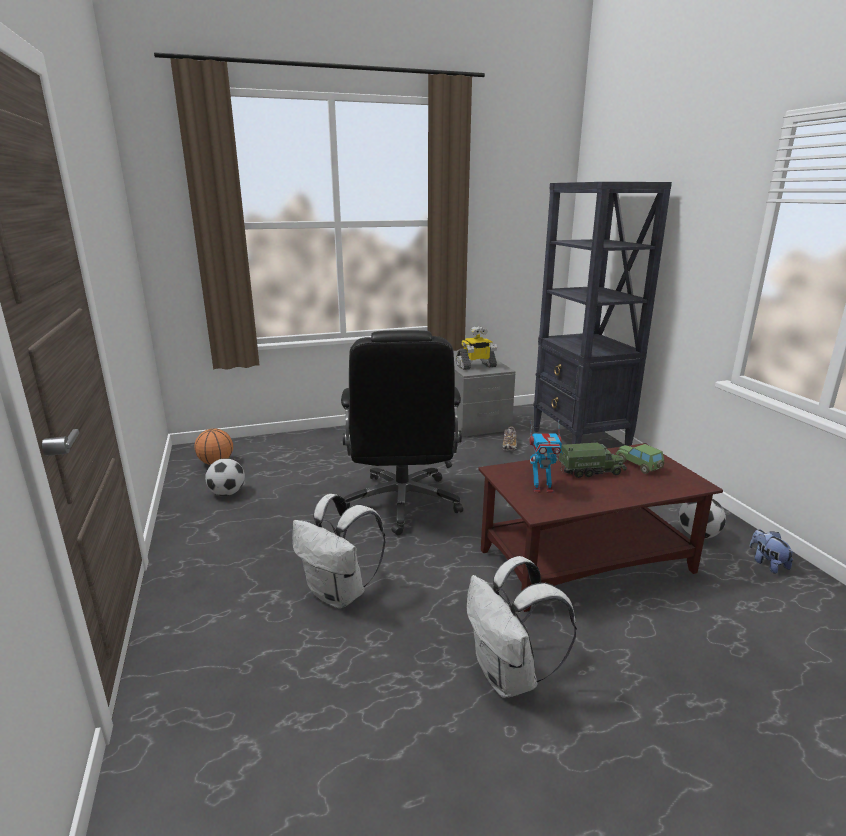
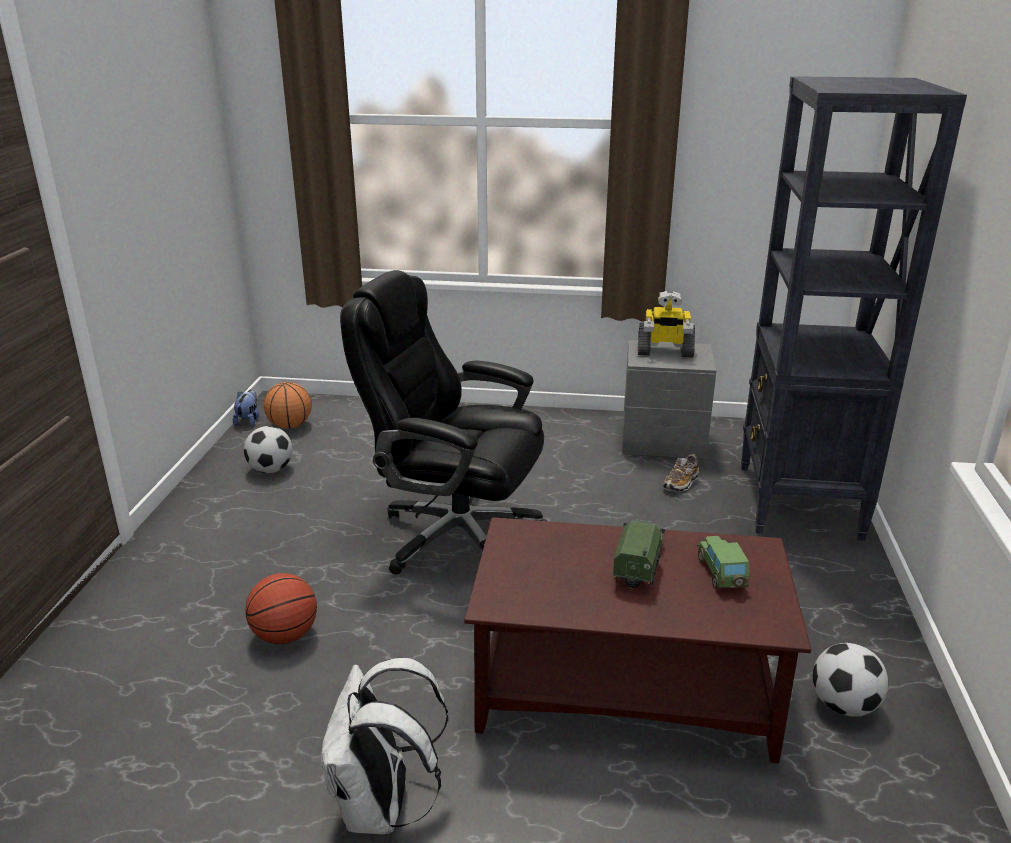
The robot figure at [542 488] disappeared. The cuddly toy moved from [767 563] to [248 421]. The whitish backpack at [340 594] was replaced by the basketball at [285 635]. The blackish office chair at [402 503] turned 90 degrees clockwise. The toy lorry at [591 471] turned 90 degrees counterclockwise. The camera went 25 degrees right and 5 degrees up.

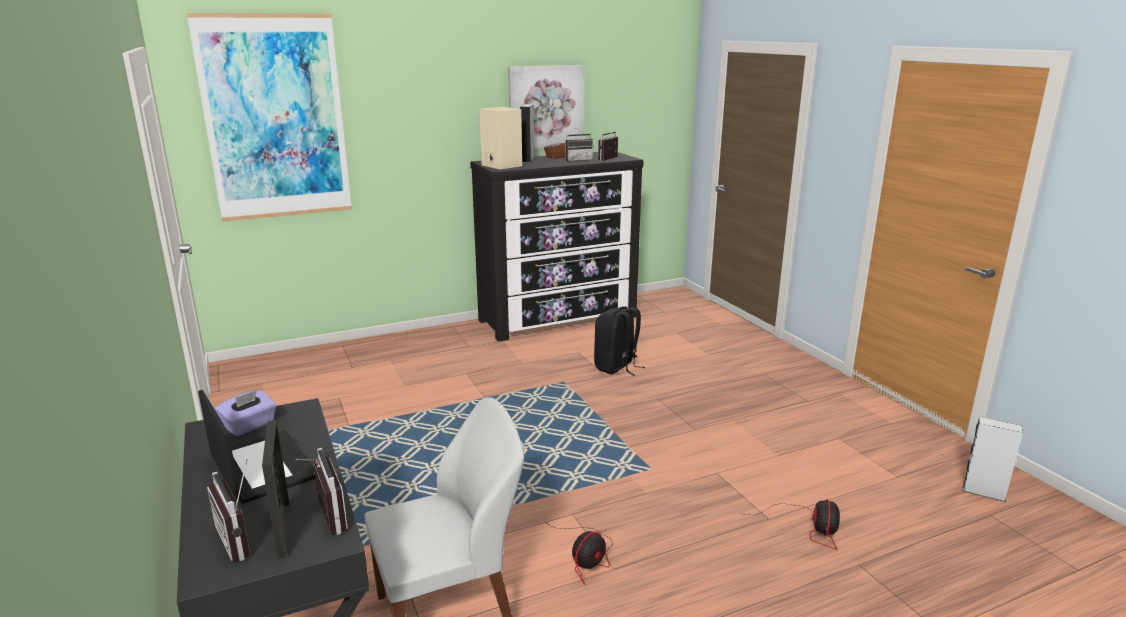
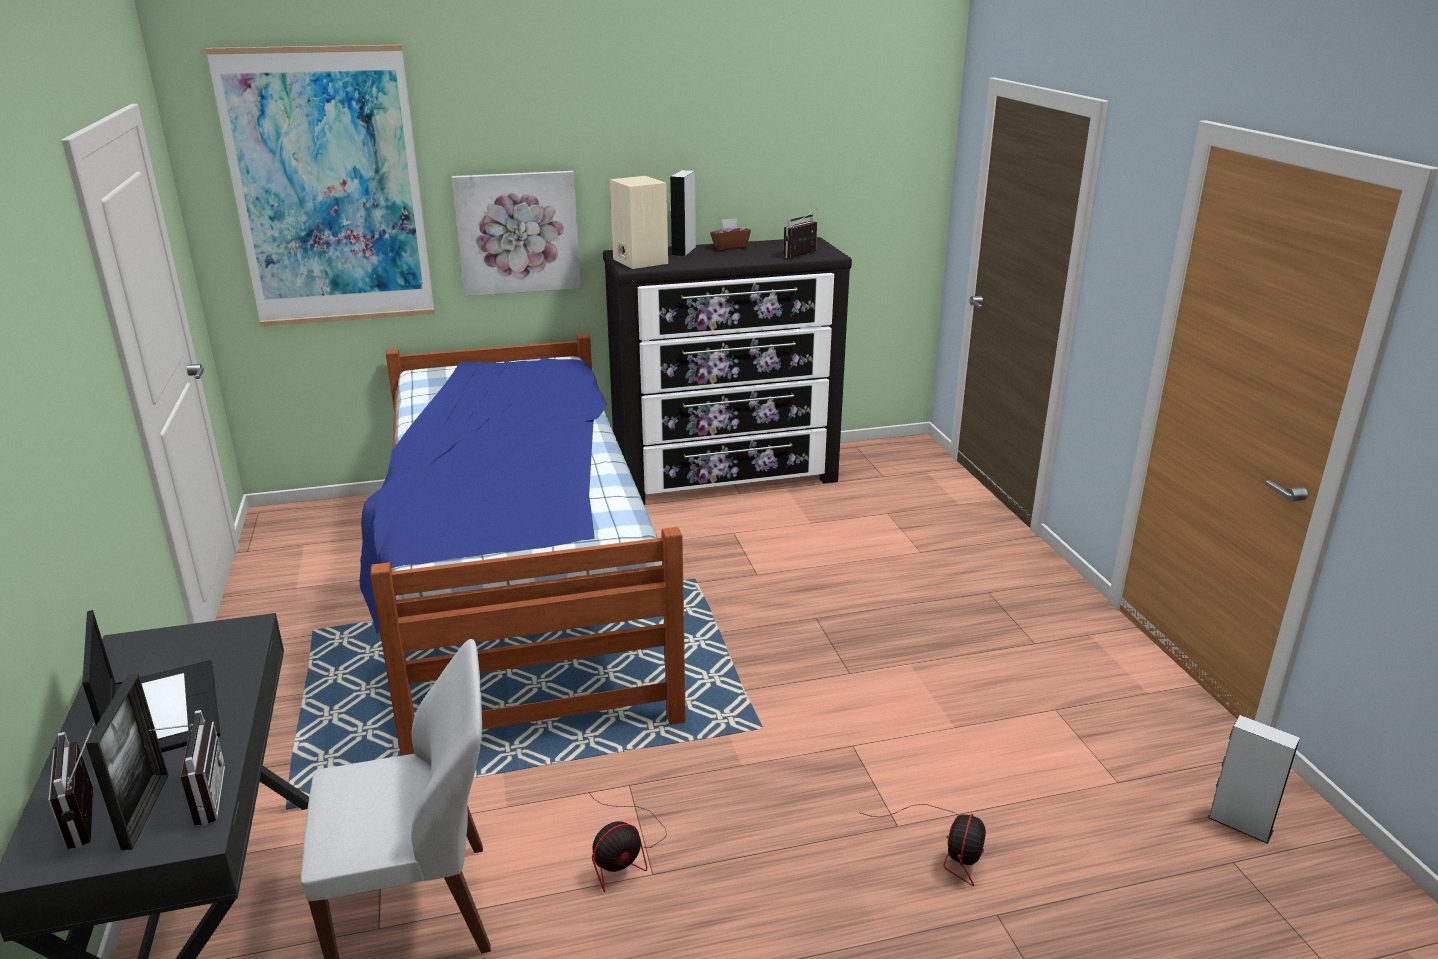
The purplish tissue box at [249 426] disappeared. The radio set at [578 160] disappeared. The blackish backpack at [617 367] disappeared. The sleeping bed at [518 588] appeared. The wall art moved from [545 107] to [517 232]. The camera went 10 degrees right and 5 degrees up.

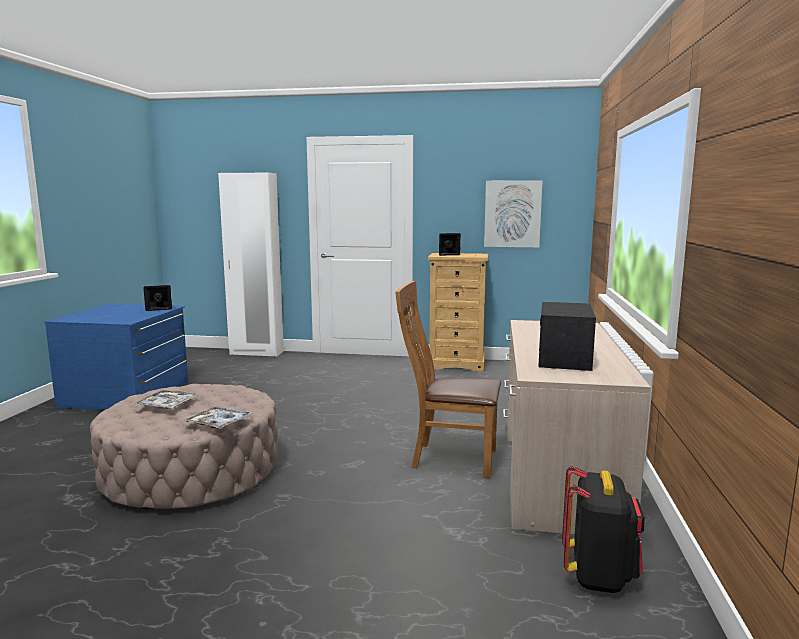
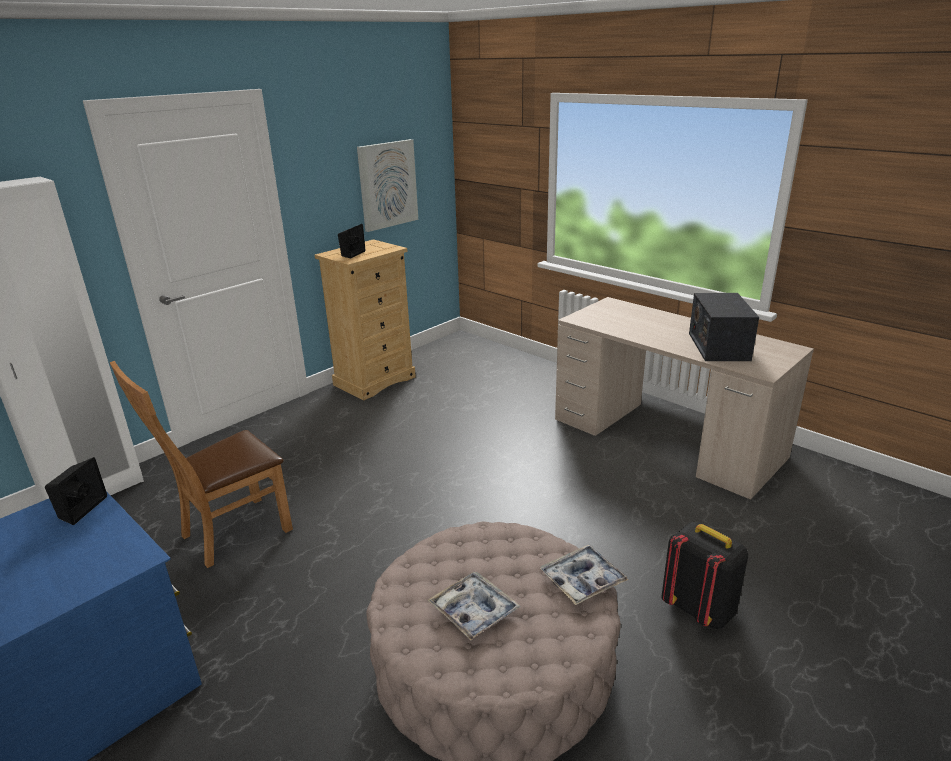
The brown upright chair moved from [448 458] to [229 534]. The blackish backpack moved from [598 576] to [699 609]. The radio set at [564 358] turned 45 degrees clockwise. The camera went 55 degrees left and 15 degrees up.

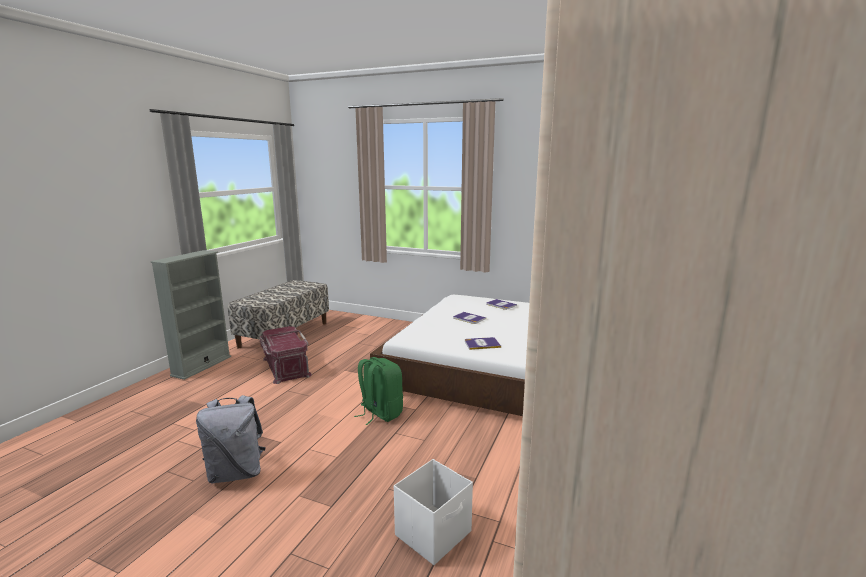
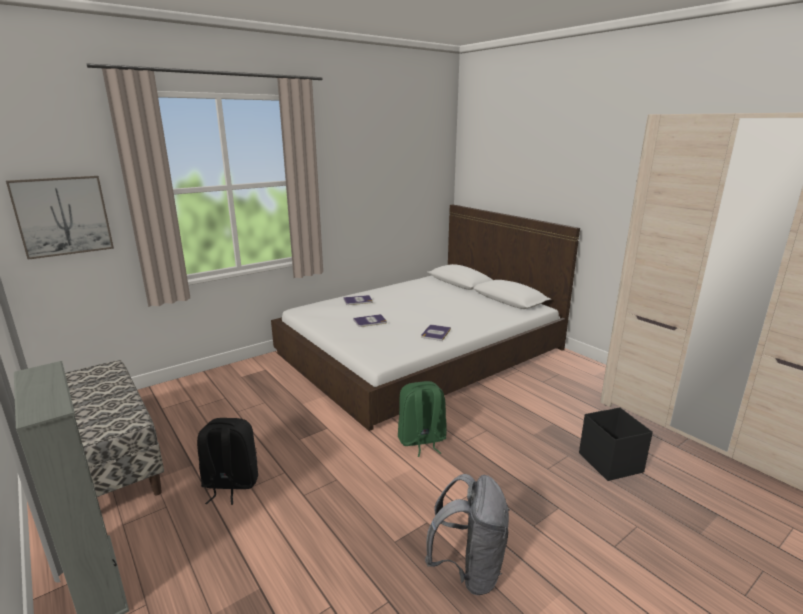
The wall art at [63 216] appeared. The red storage bin at [285 367] was replaced by the blackish backpack at [230 484]. The whitish storage bin at [434 533] became the blackish storage bin at [610 462]. The camera went 60 degrees left and 5 degrees up.

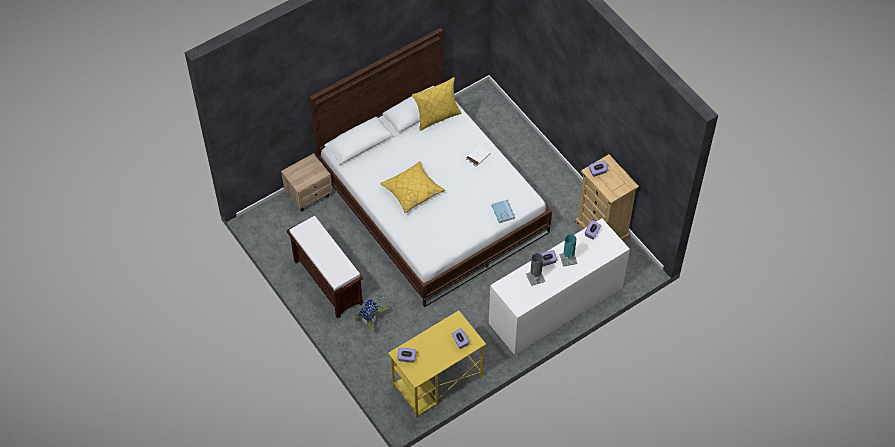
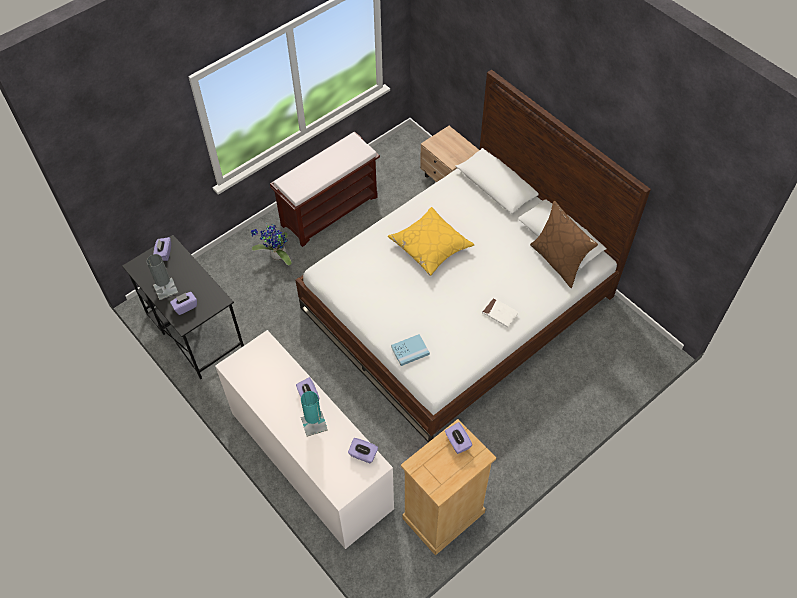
The grey table lamp moved from [535 277] to [166 289]. The yellow desk table at [437 382] became the blackish desk table at [194 331]. The yellow throw pillow at [437 116] became the brown throw pillow at [558 261]. The camera went 85 degrees right and 0 degrees up.

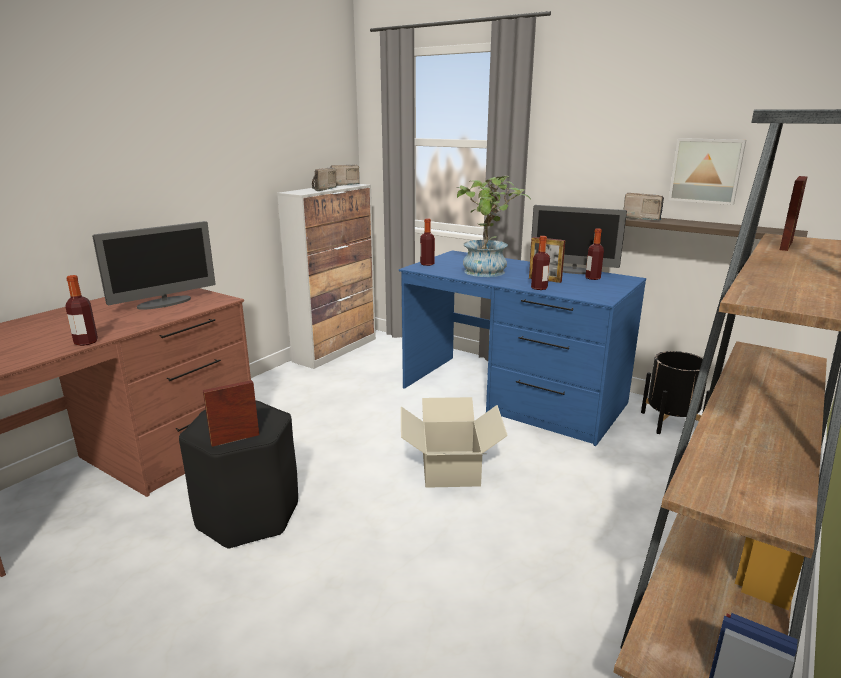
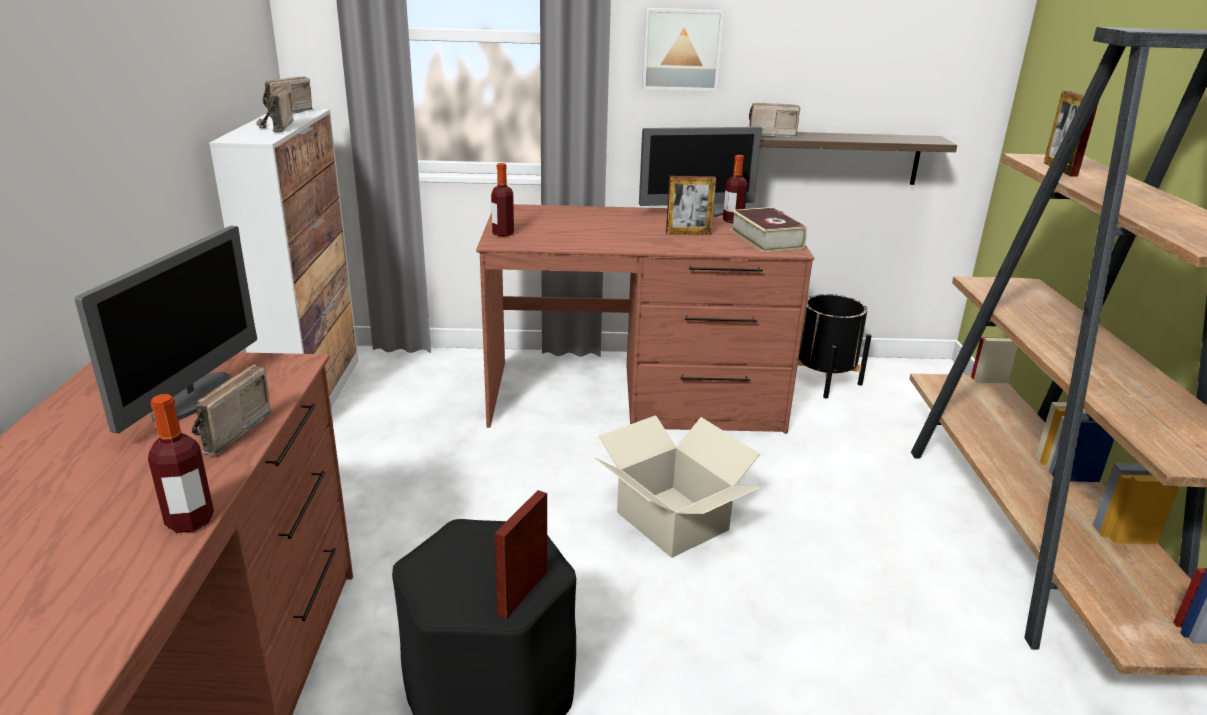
The houseplant at [487 273] disappeared. The drink bottle at [539 288] disappeared. The radio set at [226 433] appeared. The book at [766 239] appeared. The wall art moved from [706 170] to [681 49]. The blue-coloured desk table at [512 396] became the brown desk table at [635 397]. The camera went 35 degrees left and 5 degrees up.

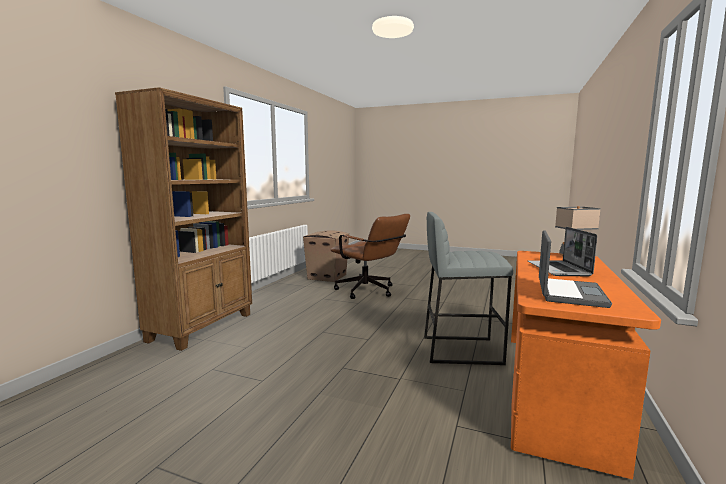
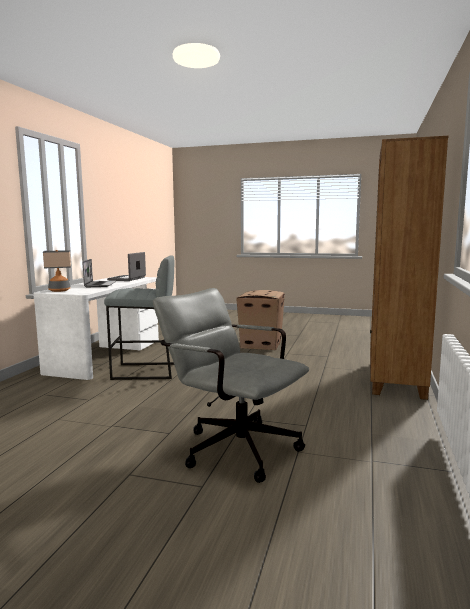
The cardboard box moved from [326 277] to [261 344]. The brown office chair at [369 292] became the grey office chair at [232 446]. The orange desk table at [556 390] became the whitish desk table at [106 355]. The camera went 175 degrees right and 0 degrees up.

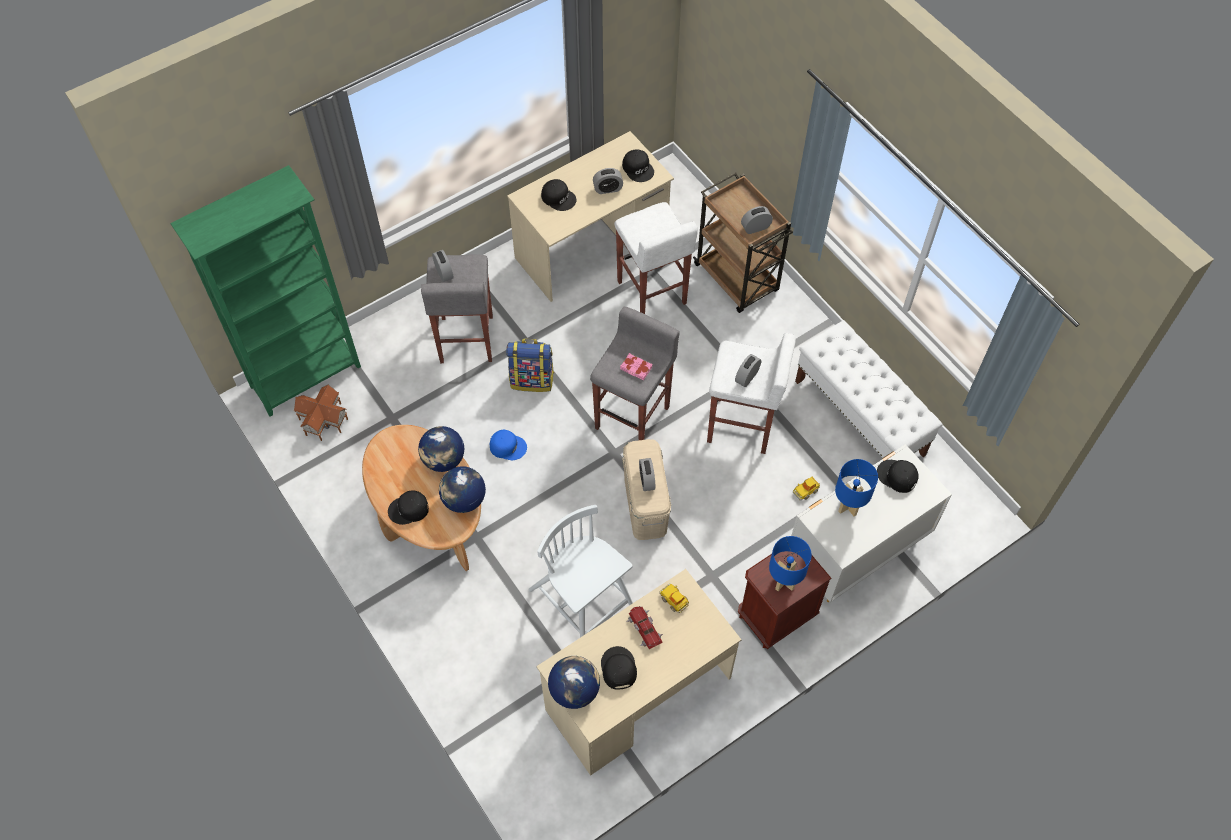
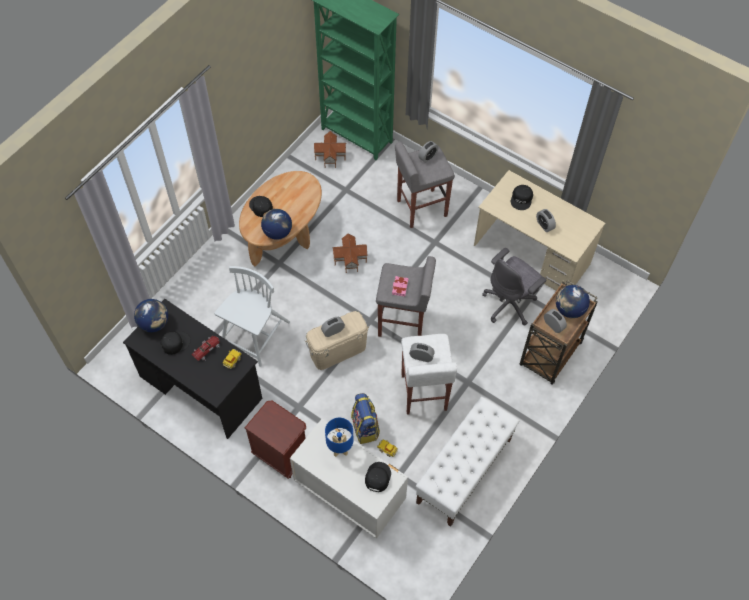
The blackish peaked cap at [638 168] disappeared. The blue-coloured table lamp at [783 582] disappeared. The globe moved from [444 460] to [569 310]. The backpack moved from [532 379] to [365 428]. The blue-coloured peaked cap at [508 446] was replaced by the toy house at [350 258]. The whitish sitting stool at [651 293] was replaced by the grey office chair at [510 304]. The beige-coloured desk table at [638 694] became the blackish desk table at [201 387]. The camera went 70 degrees right and 0 degrees up.

